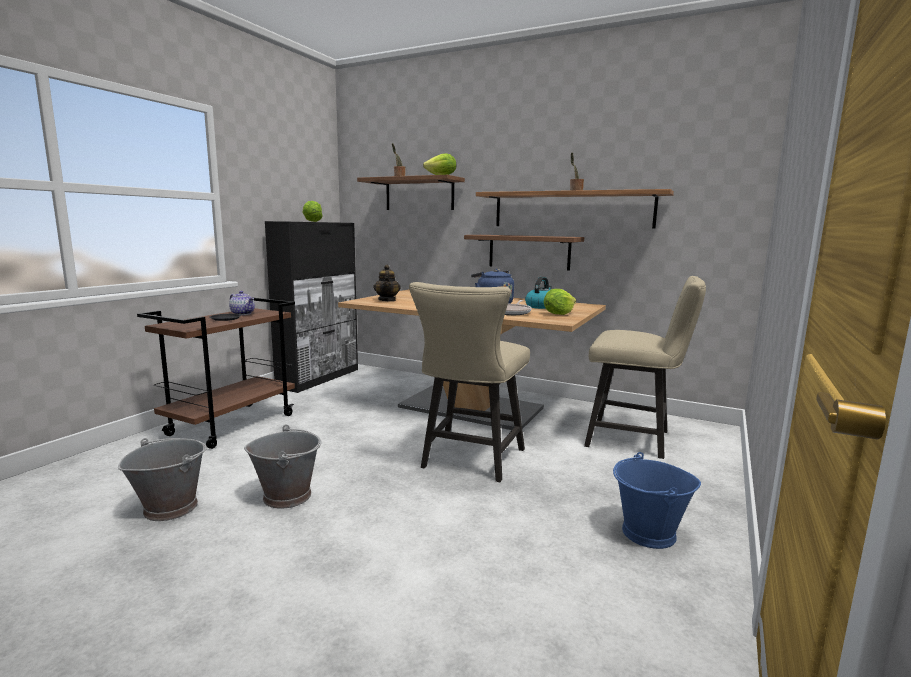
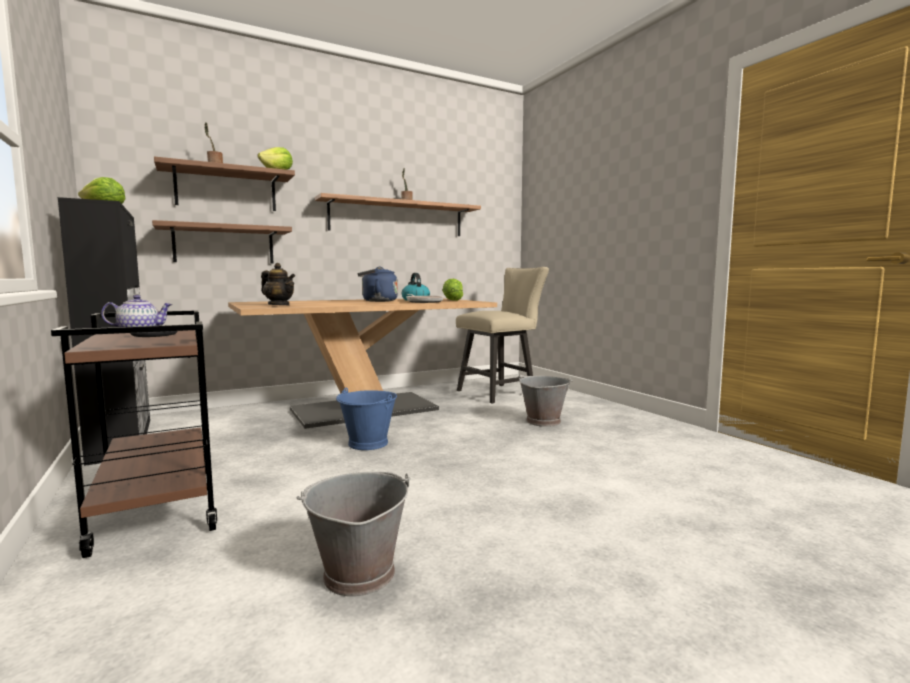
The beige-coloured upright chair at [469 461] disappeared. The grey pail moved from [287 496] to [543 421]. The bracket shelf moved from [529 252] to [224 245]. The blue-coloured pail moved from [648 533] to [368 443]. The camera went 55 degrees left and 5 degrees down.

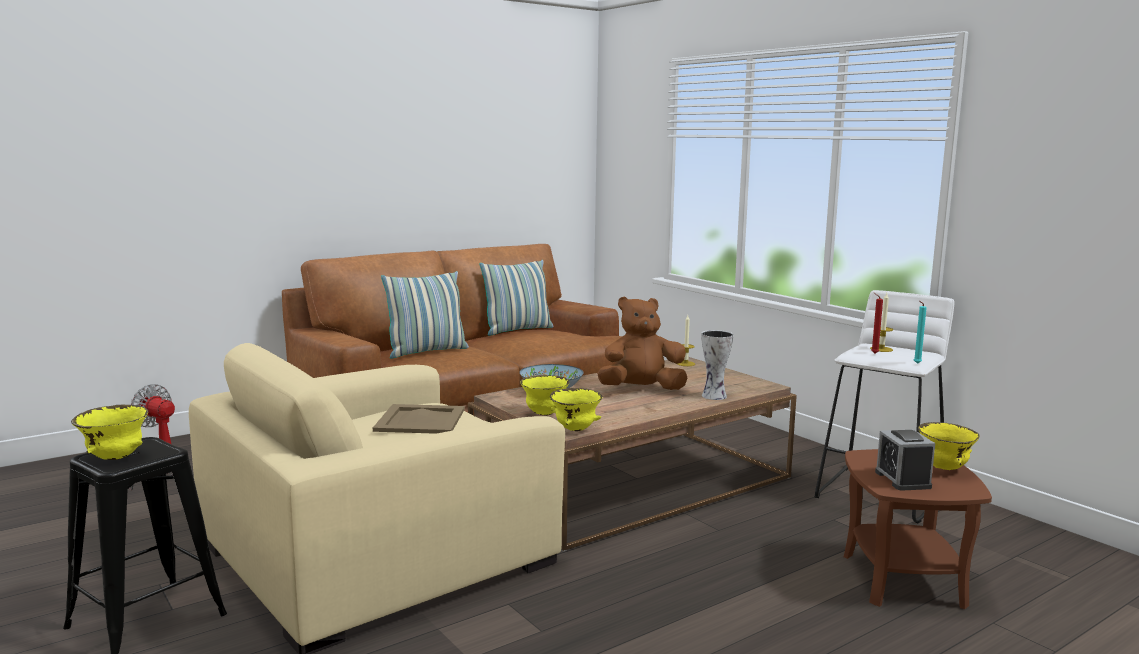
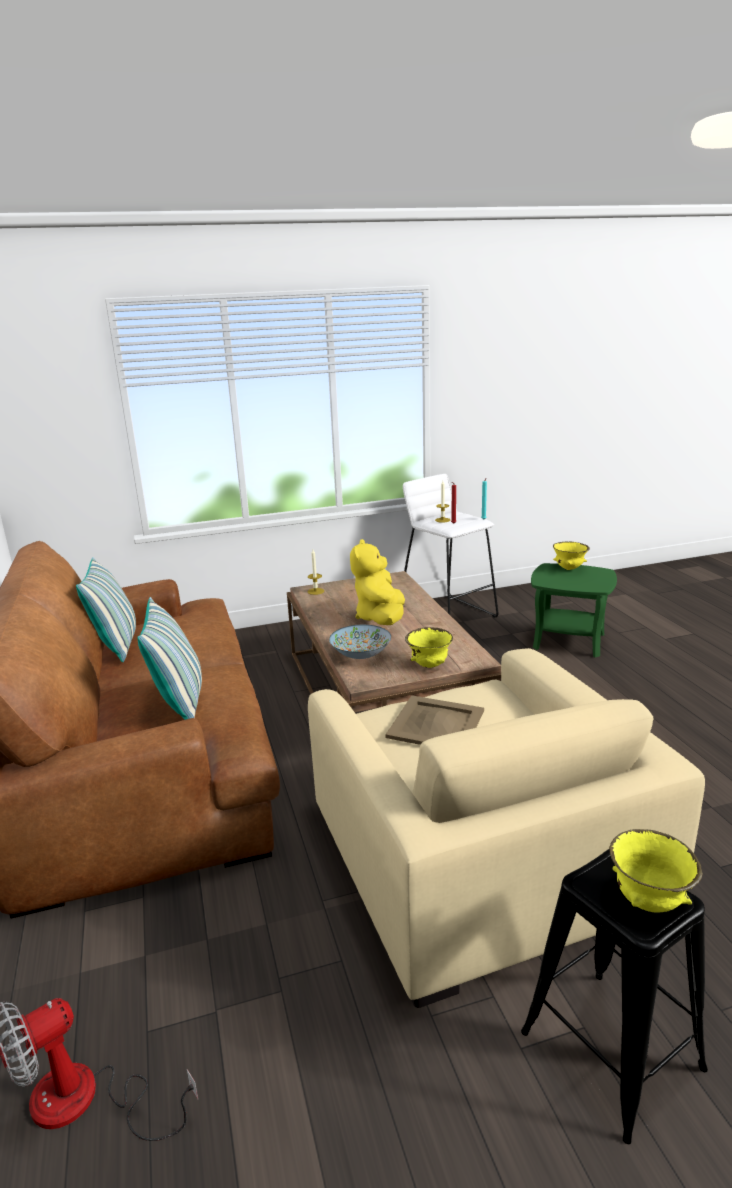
The yellow bowl at [575 430] disappeared. The decorative vase at [714 396] disappeared. The bedside clock at [902 479] disappeared. The brown cuddly toy at [641 390] became the yellow cuddly toy at [381 618]. The brown end table at [903 580] became the green end table at [569 641]. The camera went 70 degrees left and 10 degrees up.

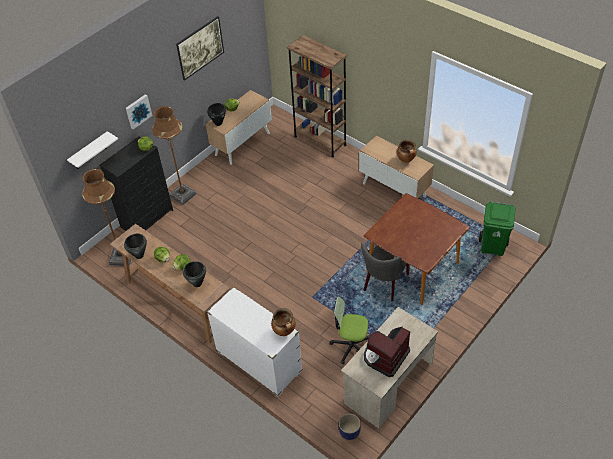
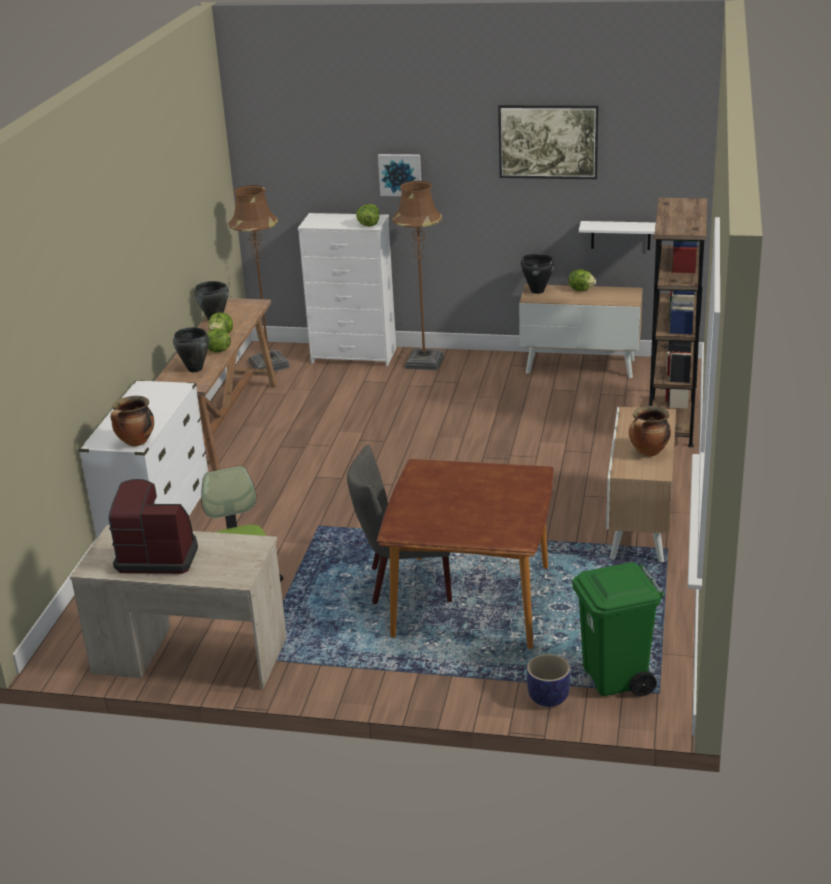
The whitish bracket shelf moved from [89 151] to [620 235]. The planter moved from [349 432] to [547 698]. The blackish chest of drawers at [147 218] became the whitish chest of drawers at [354 356]. The camera went 60 degrees right and 20 degrees down.

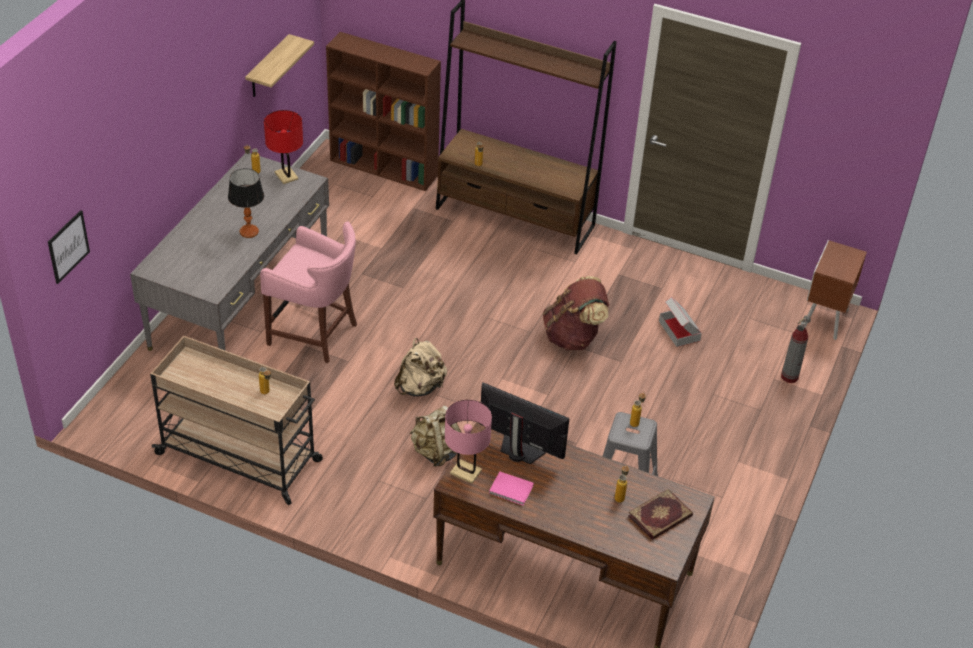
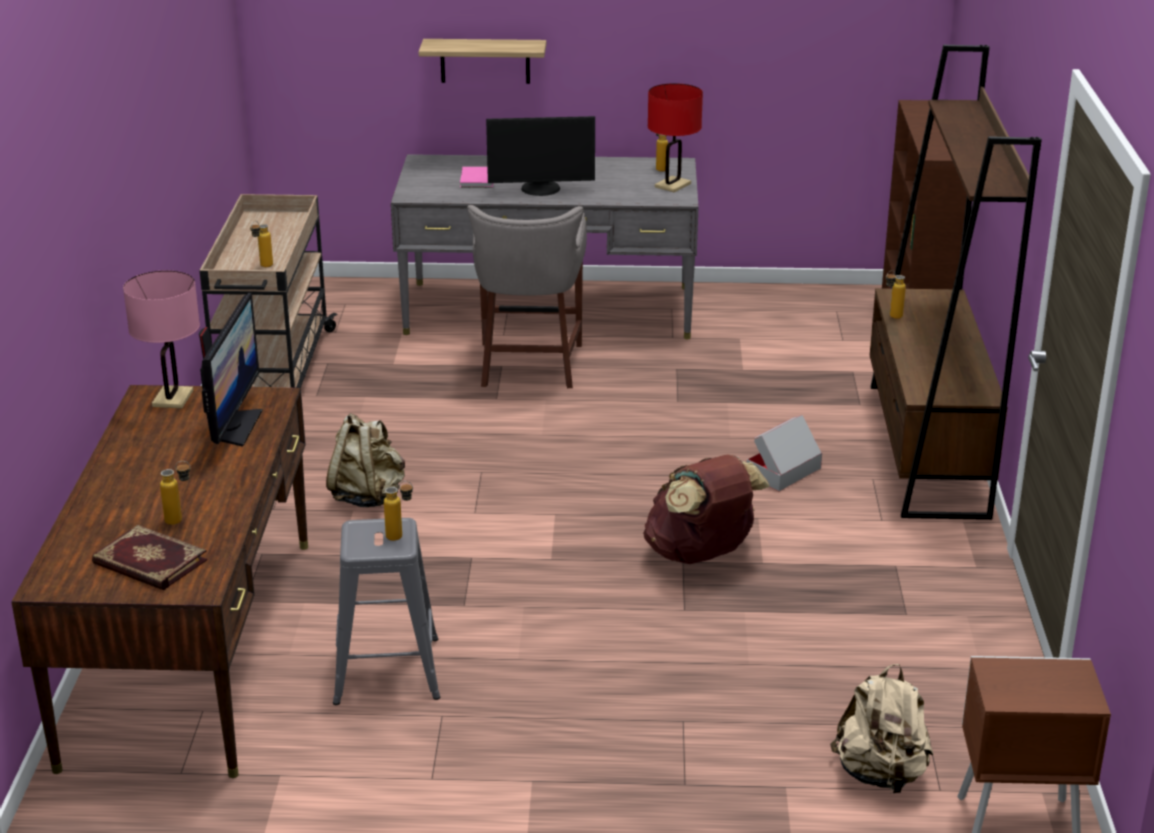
The wall art at [68 246] disappeared. The fire-fighting cylinder at [789 376] disappeared. The bracket shelf moved from [268 68] to [485 61]. The beige-coloured backpack moved from [420 387] to [881 774]. The pinkish book moved from [512 490] to [476 180]. The cardboard box moved from [679 331] to [783 472]. The table lamp at [249 231] was replaced by the computer screen at [541 189]. The pinkish sitting stool at [315 334] became the grey sitting stool at [529 367]. The camera went 70 degrees right and 15 degrees down.

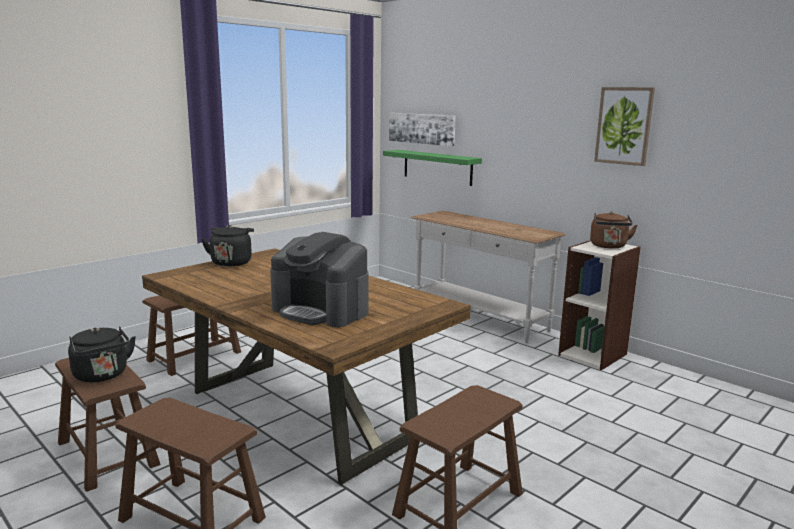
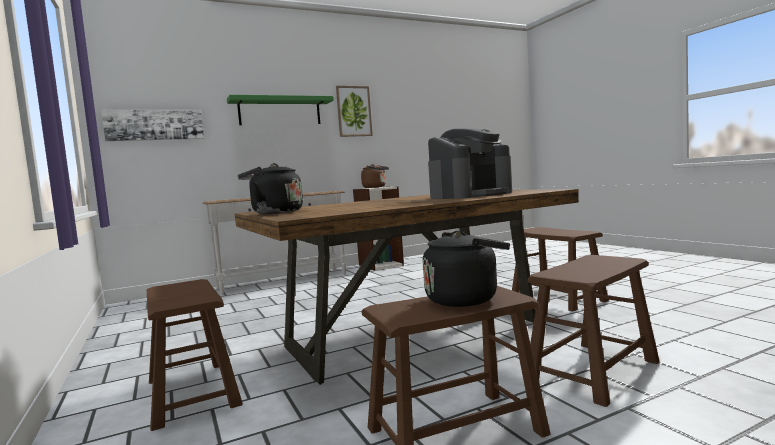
The green bracket shelf moved from [437 167] to [280 112]. The camera went 70 degrees left and 10 degrees down.

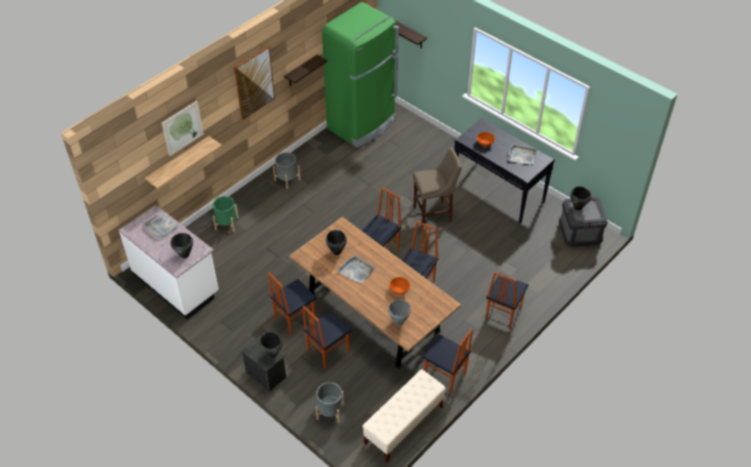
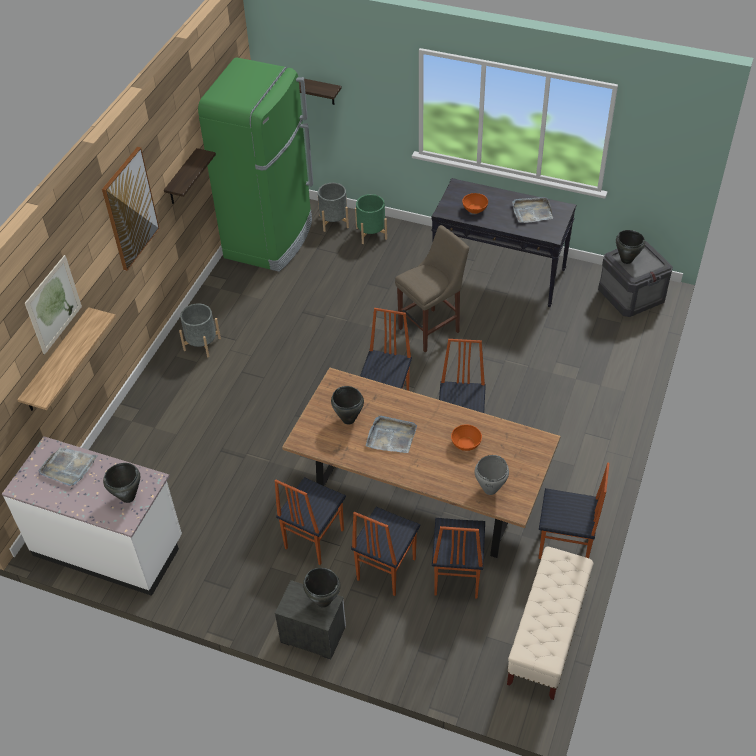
The green planter moved from [227 223] to [371 233]. The grey planter moved from [330 411] to [334 221]. The upright chair moved from [502 314] to [456 576]. The camera went 20 degrees left and 0 degrees up.

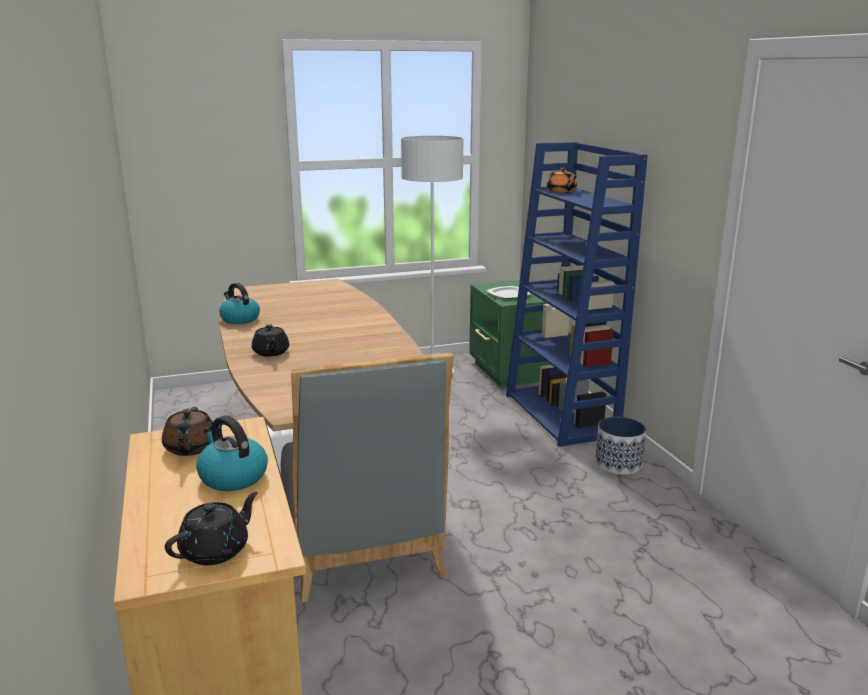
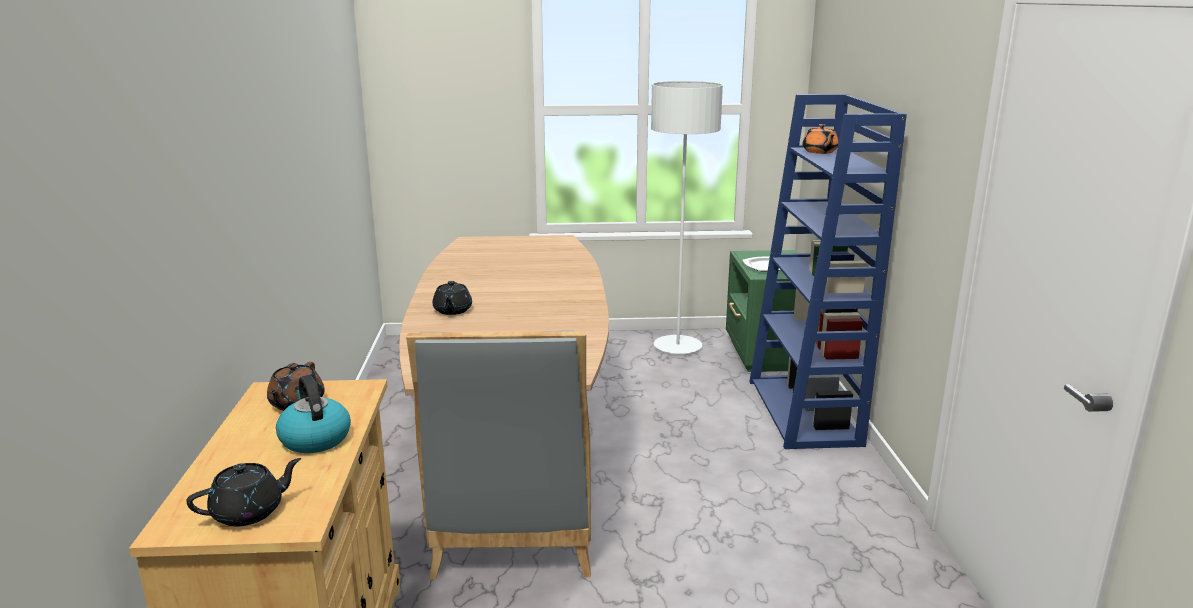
The water kettle at [239 319] disappeared. The planter at [618 464] disappeared. The camera went 15 degrees right and 0 degrees up.

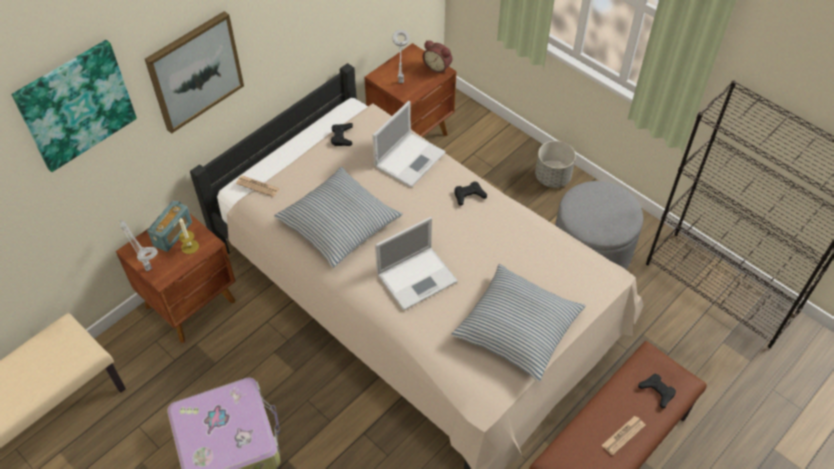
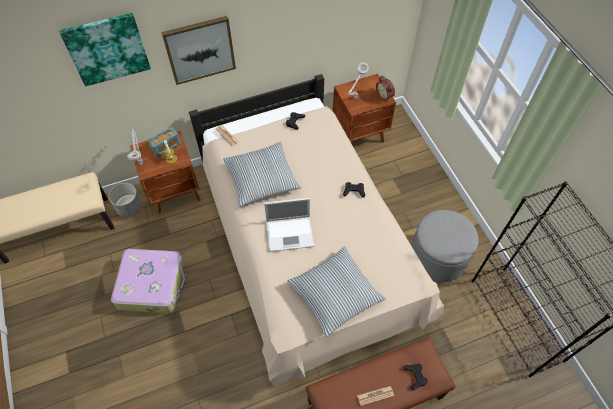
The portable computer at [410 159] disappeared. The grey planter moved from [553 177] to [129 207]. The camera went 25 degrees right and 5 degrees up.

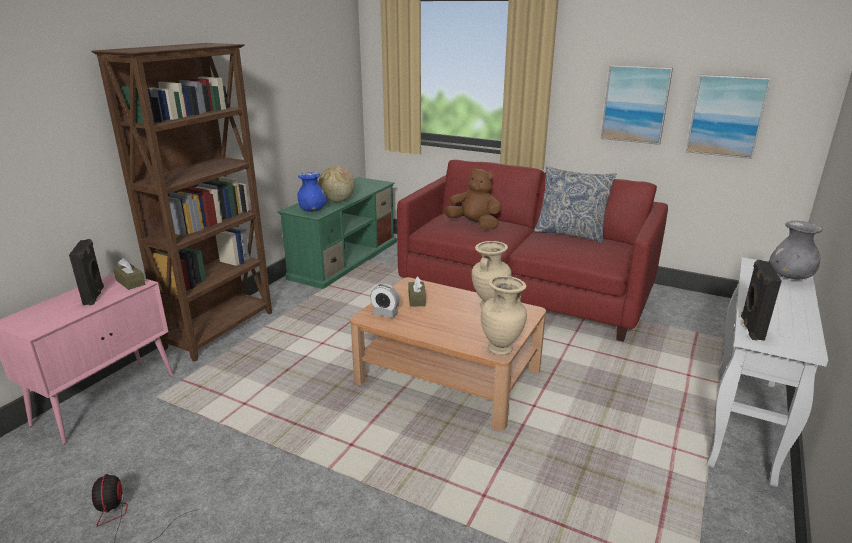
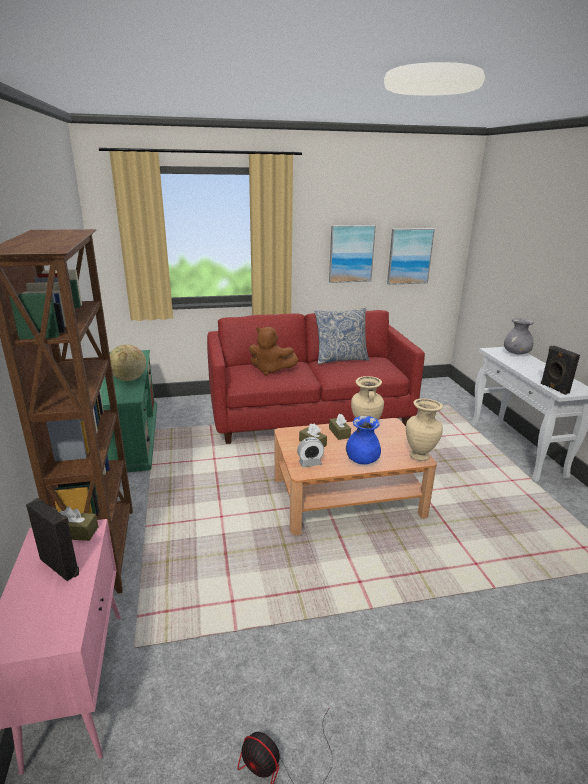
The brown tissue box at [339 433] appeared. The blue-coloured decorative vase moved from [312 210] to [362 460]. The brown cuddly toy at [474 225] turned 150 degrees counterclockwise. The camera went 40 degrees left and 0 degrees up.

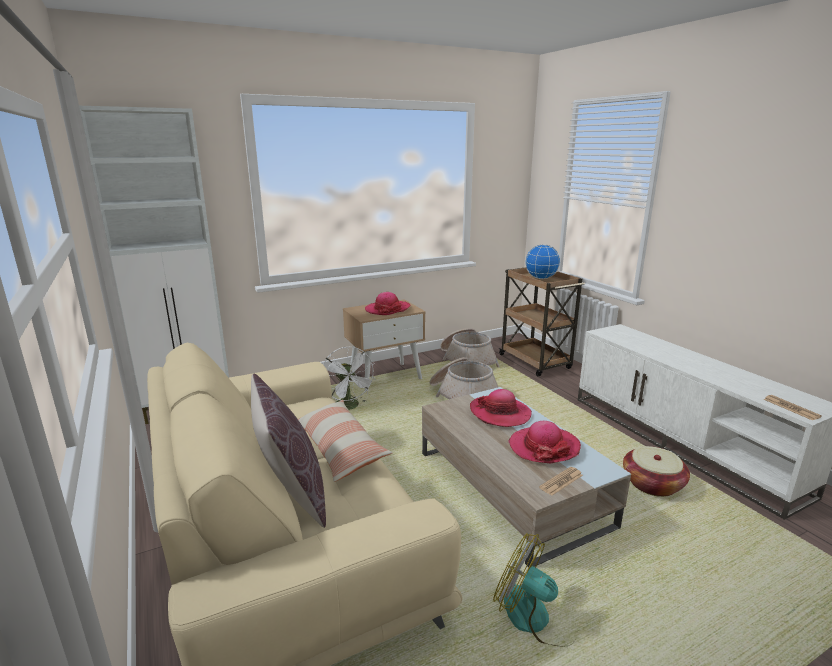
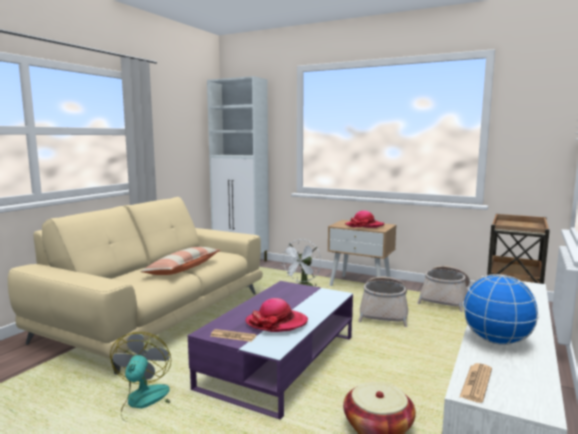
The brown throw pillow at [292 493] disappeared. The hat at [500 413] disappeared. The globe moved from [541 278] to [497 341]. The beige-coloured coffee table at [510 487] became the purplish coffee table at [280 361]. The camera went 55 degrees right and 10 degrees down.

